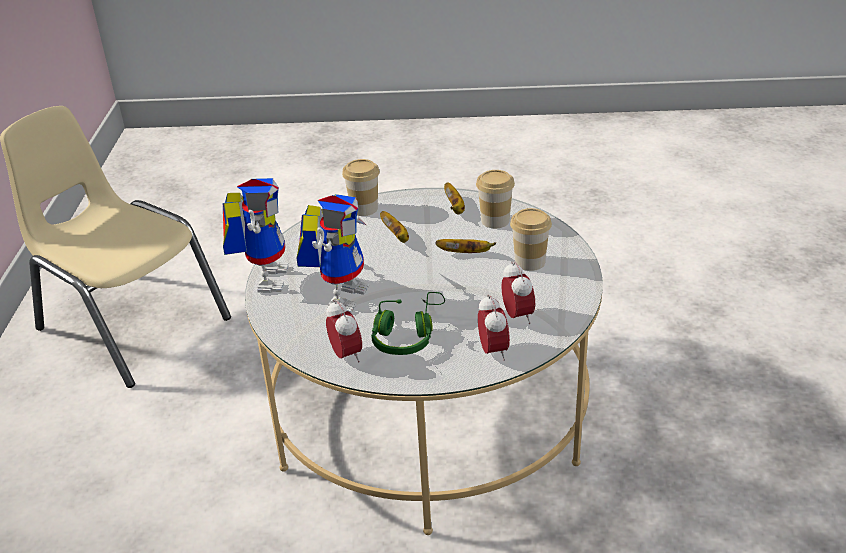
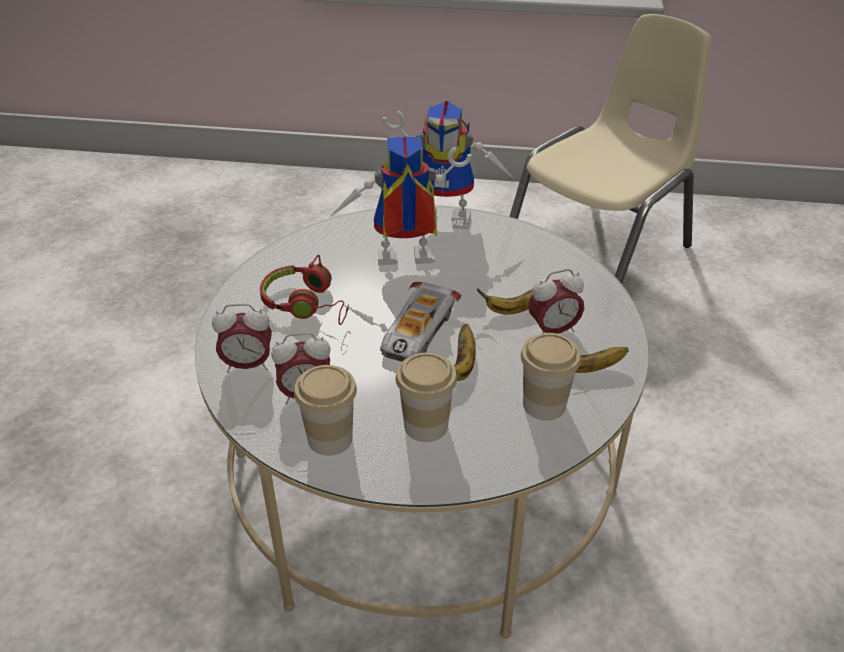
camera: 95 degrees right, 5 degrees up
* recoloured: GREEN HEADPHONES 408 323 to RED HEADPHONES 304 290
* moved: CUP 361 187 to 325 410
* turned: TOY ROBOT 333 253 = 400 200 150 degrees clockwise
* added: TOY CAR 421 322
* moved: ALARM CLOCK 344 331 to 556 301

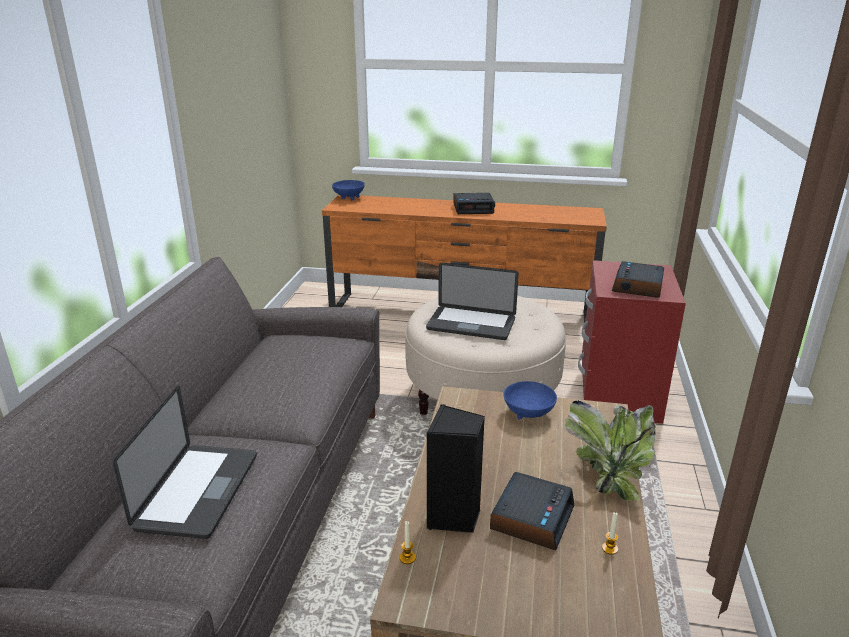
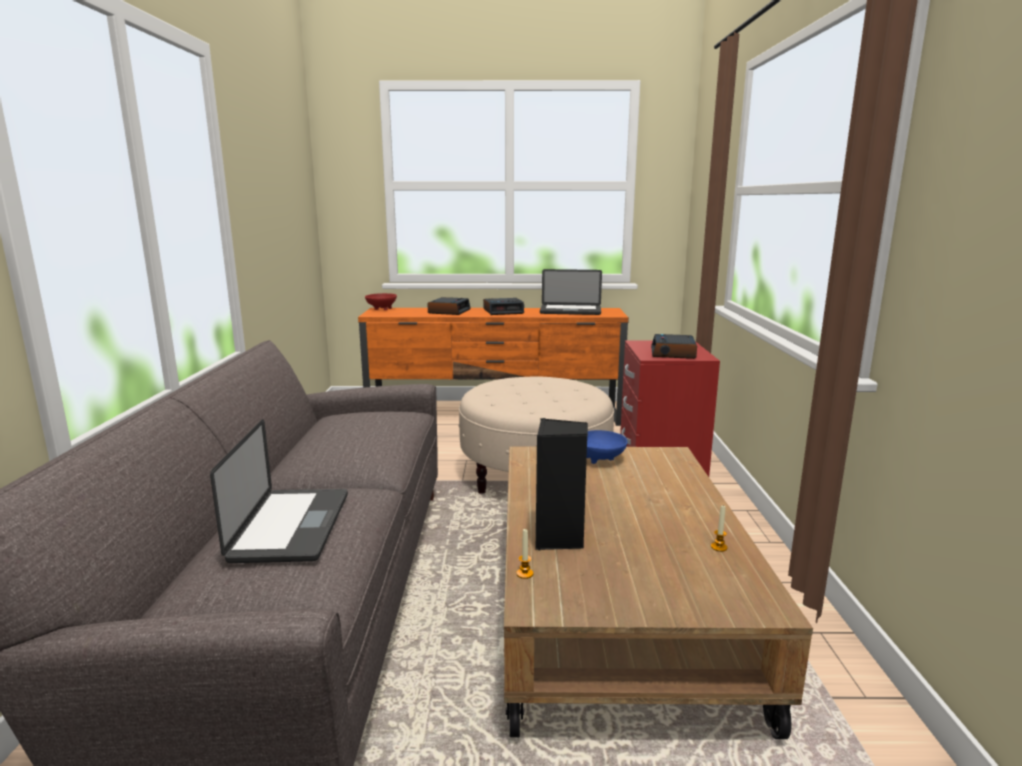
camera: 10 degrees left, 10 degrees down
* recoloured: BLUE BOWL 348 190 to RED BOWL 381 301
* moved: ALARM CLOCK 532 511 to 449 306
* moved: LAPTOP 472 301 to 571 292
* removed: POTTED PLANT 610 450

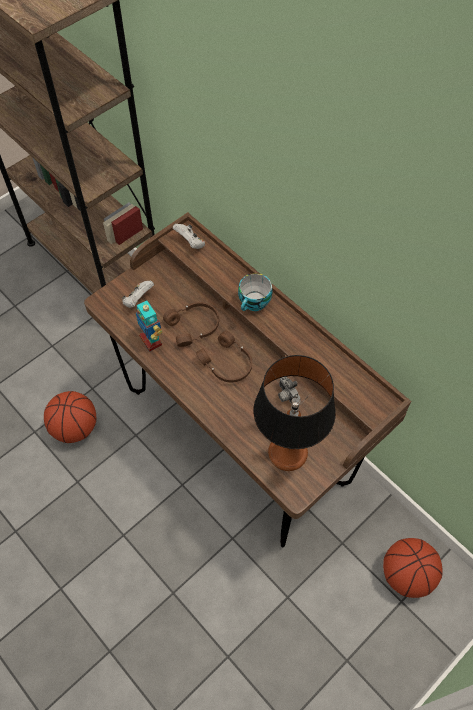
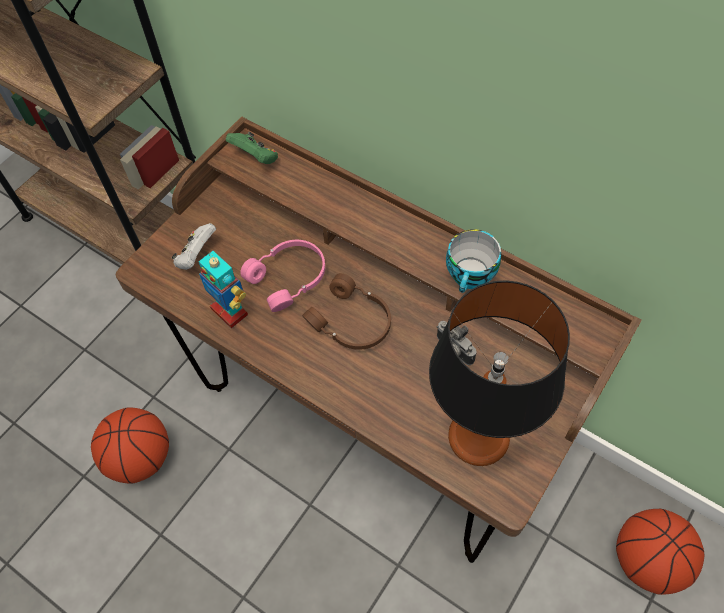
camera: 10 degrees left, 0 degrees up
* recoloured: WHITE GAME CONTROLLER 189 236 to GREEN GAME CONTROLLER 252 148
* recoloured: BROWN HEADPHONES 191 324 to PINK HEADPHONES 282 276
* moved: CUP 255 292 to 473 261

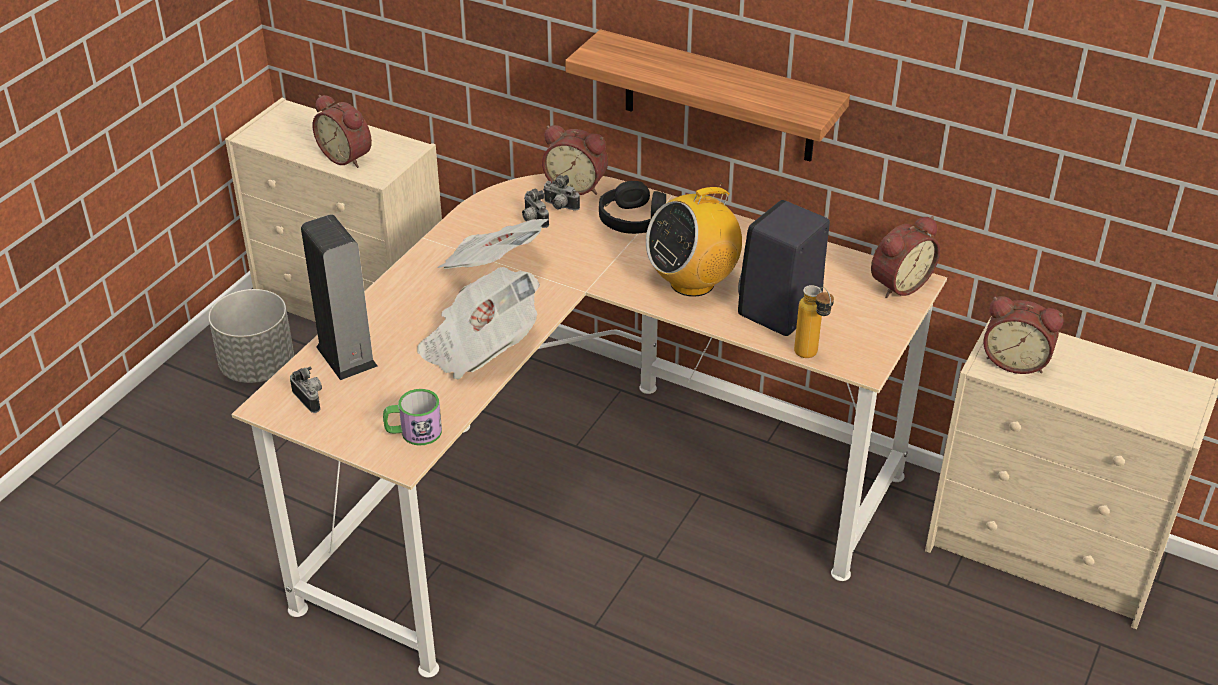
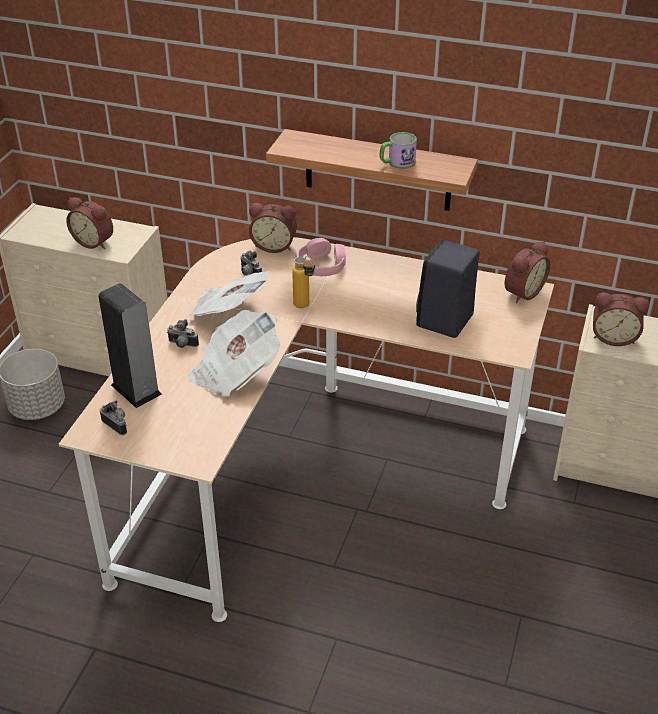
camera: 10 degrees left, 0 degrees up
* moved: PHOTO CAMERA 561 193 to 183 333
* moved: BOTTLE 814 321 to 303 282
* recoloured: BLACK HEADPHONES 632 207 to PINK HEADPHONES 321 257
* moved: MUG 412 417 to 398 150
* removed: RADIO 694 239

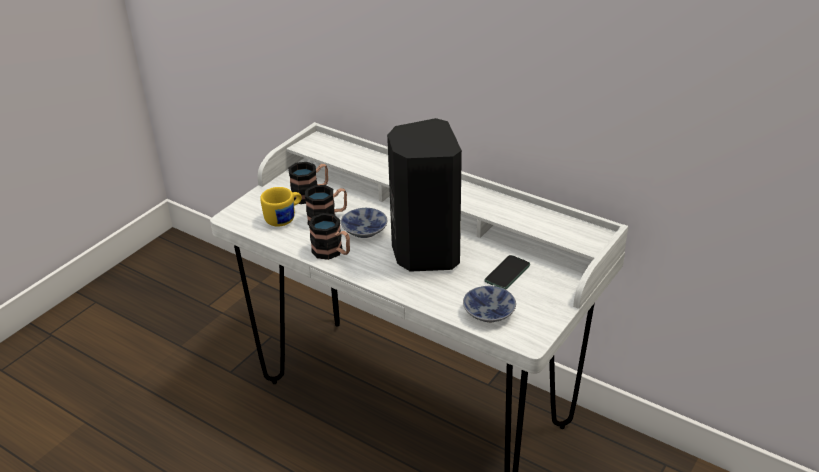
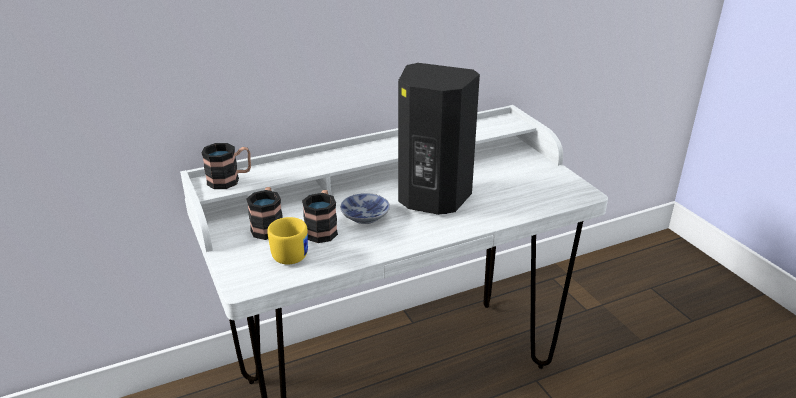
camera: 60 degrees left, 5 degrees down
* moved: MUG 329 236 to 226 166
* removed: BOWL 489 304
* removed: PHONE 507 272

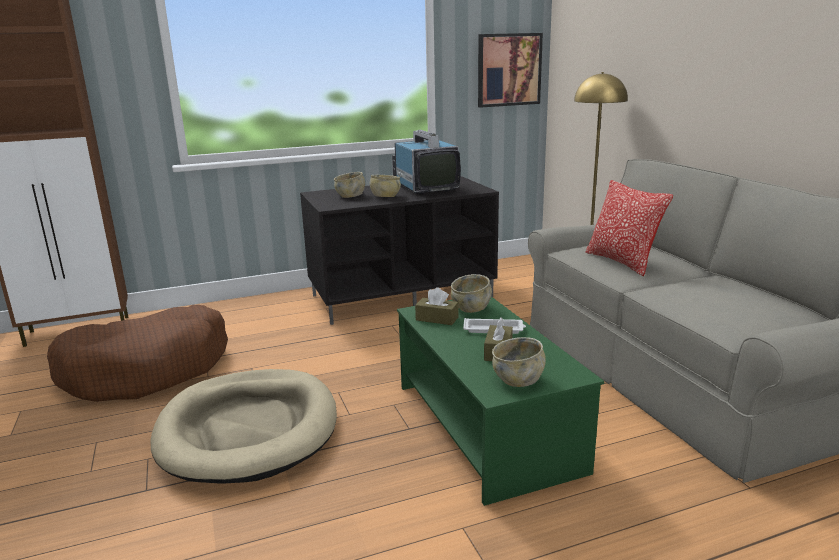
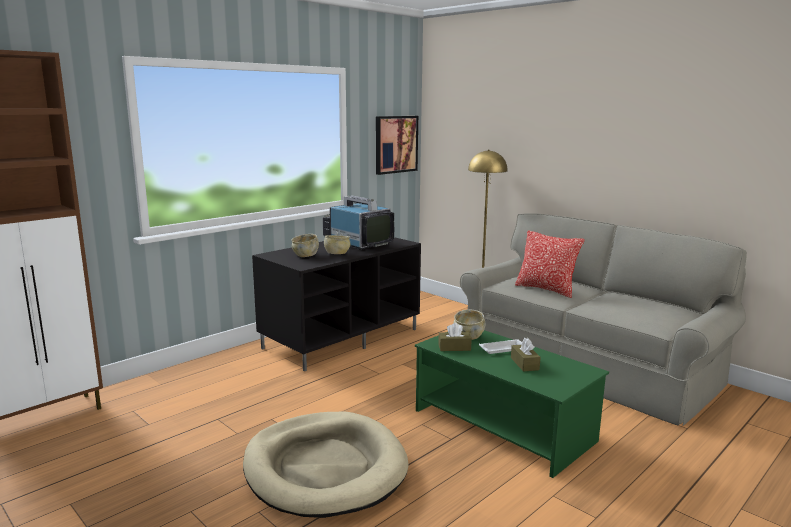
camera: 25 degrees left, 5 degrees down
* removed: BROWN DOG BED 137 353
* removed: BEIGE BOWL 519 362

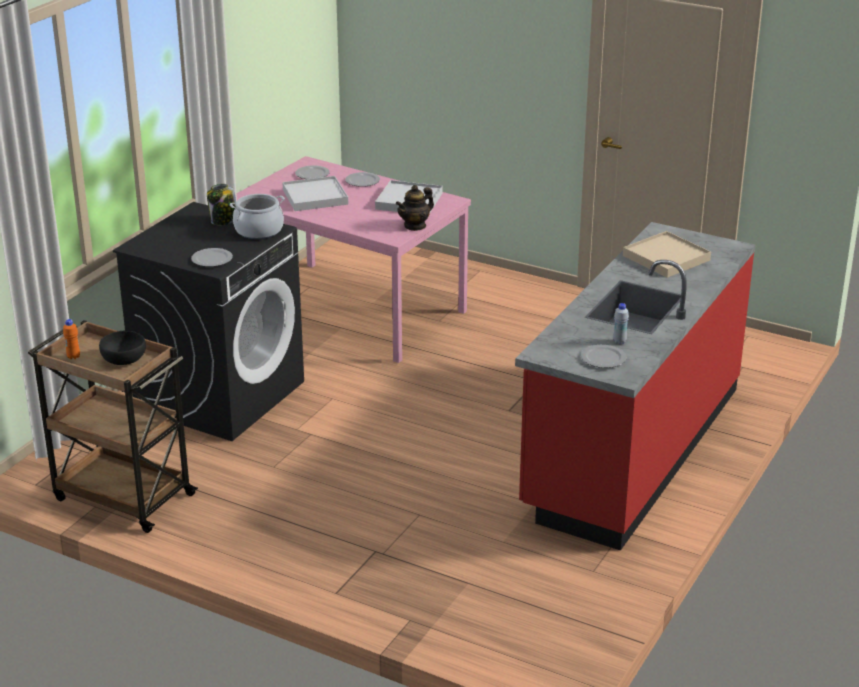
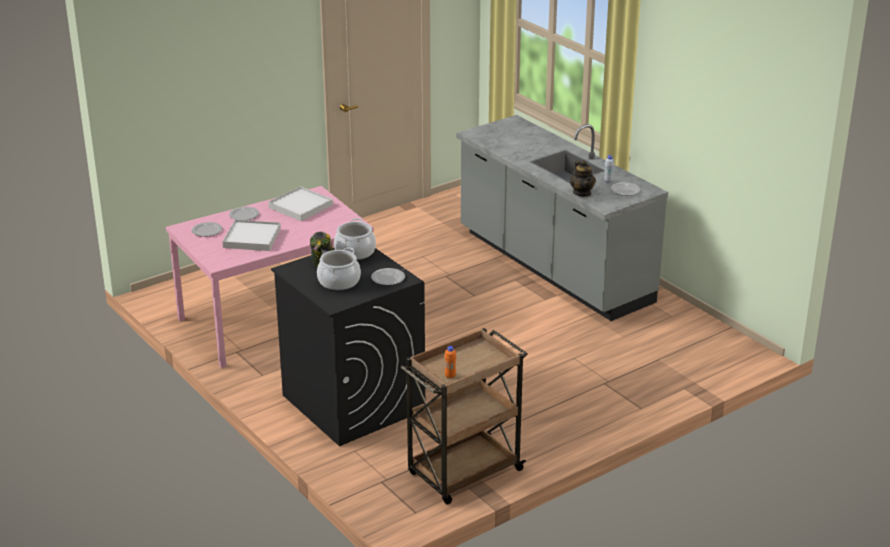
camera: 65 degrees left, 0 degrees up
* added: COOKING POT 339 269
* recoloured: RED COUNTER 635 386 to GREY COUNTER 562 218
* moved: TEAPOT 415 208 to 583 178
* removed: BLACK BOWL 122 348
* removed: BEIGE TRAY 667 254

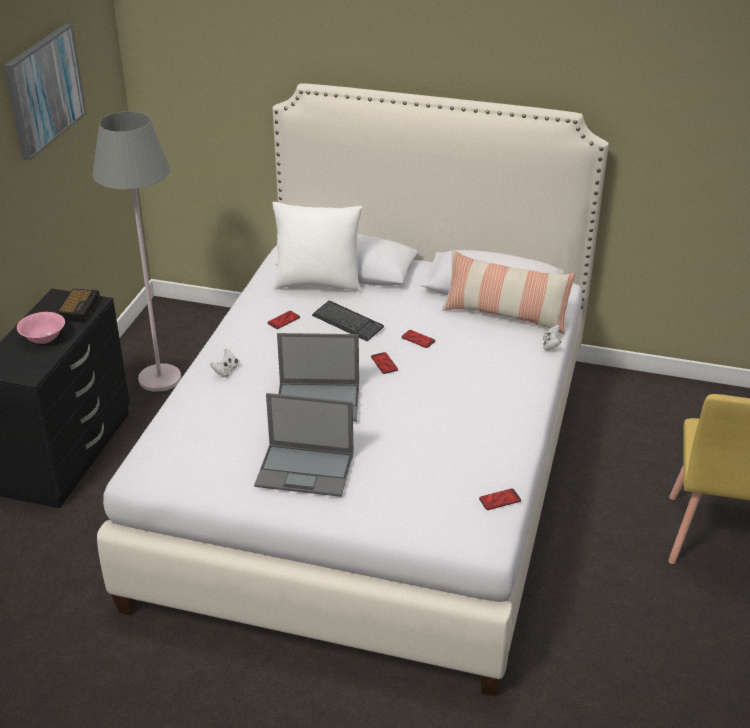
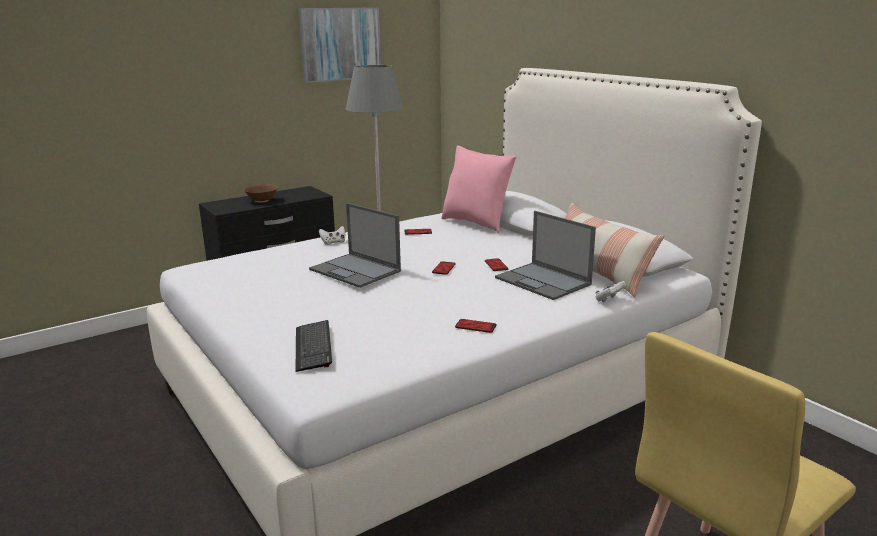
camera: 40 degrees right, 15 degrees down
* recoloured: PINK BOWL 41 328 to BROWN BOWL 261 193
* moved: KEYBOARD 348 321 to 313 346
* recoloured: WHITE PILLOW 317 247 to PINK PILLOW 479 189
* moved: PHONE 500 499 to 476 326
* moved: LAPTOP 304 445 to 545 255
* removed: ALARM CLOCK 78 306

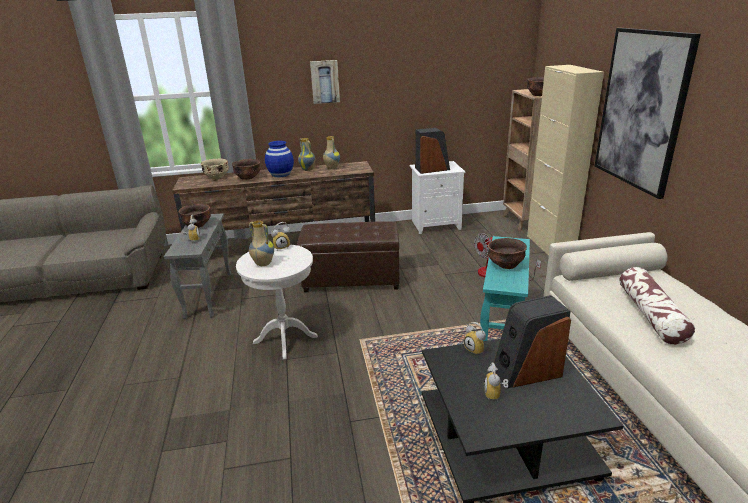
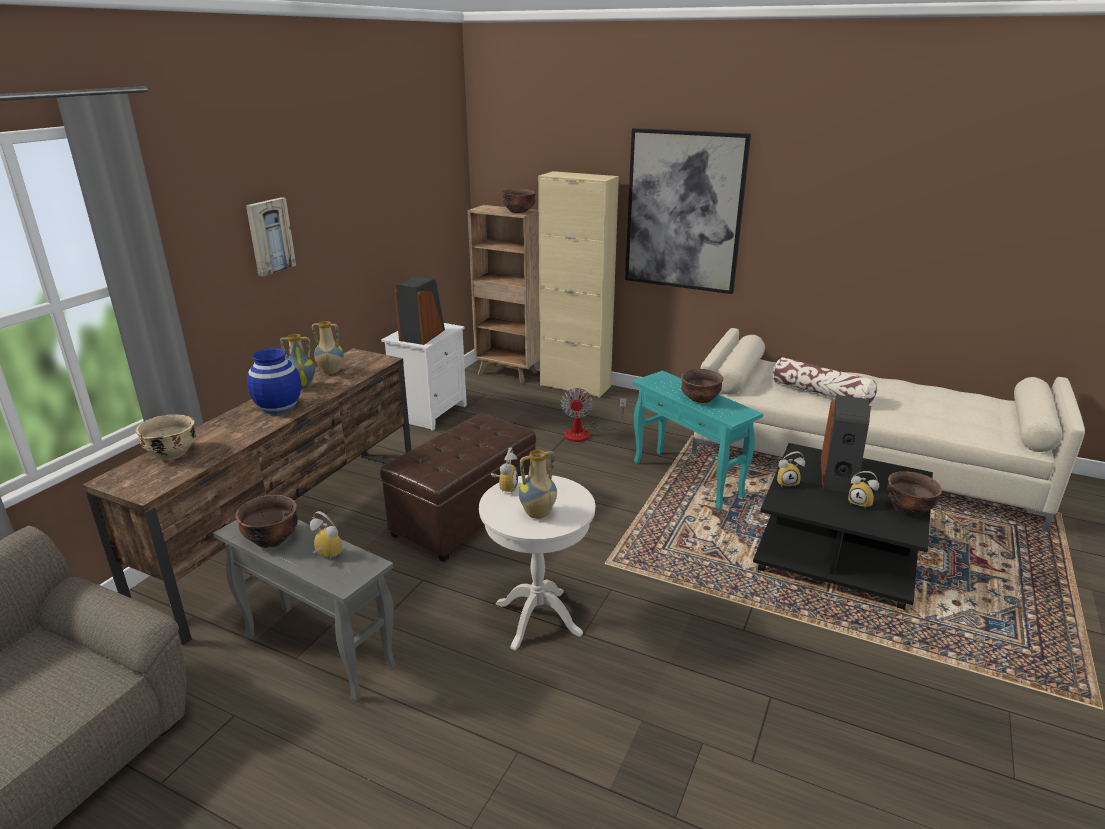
camera: 55 degrees left, 0 degrees up
* moved: BROWN BOWL 246 169 to 914 493

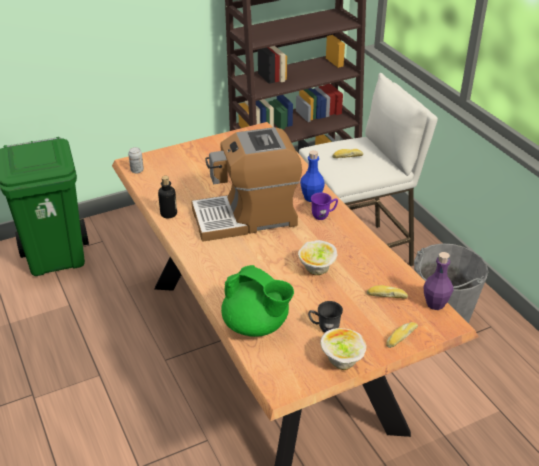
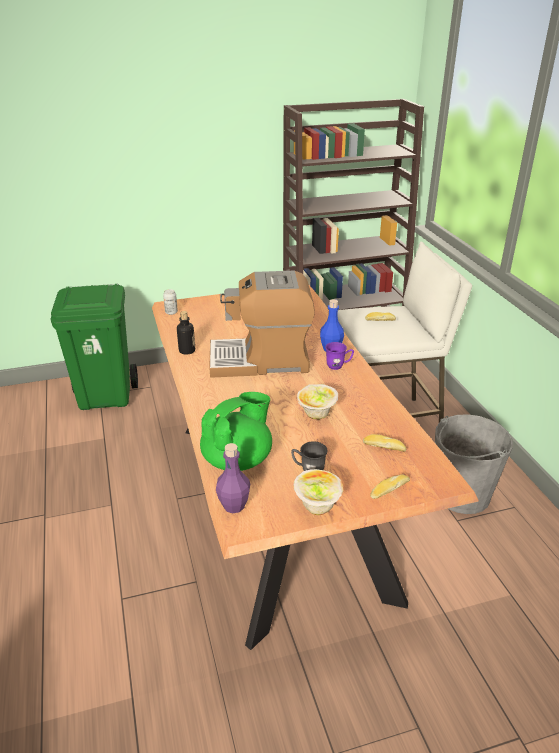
camera: 10 degrees right, 5 degrees down
* turned: GREEN TEAPOT 257 301 = 236 431 90 degrees counterclockwise
* moved: PURPLE BOTTLE 438 281 to 233 478

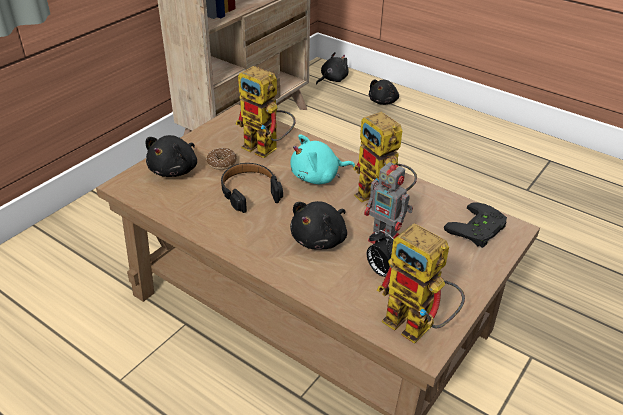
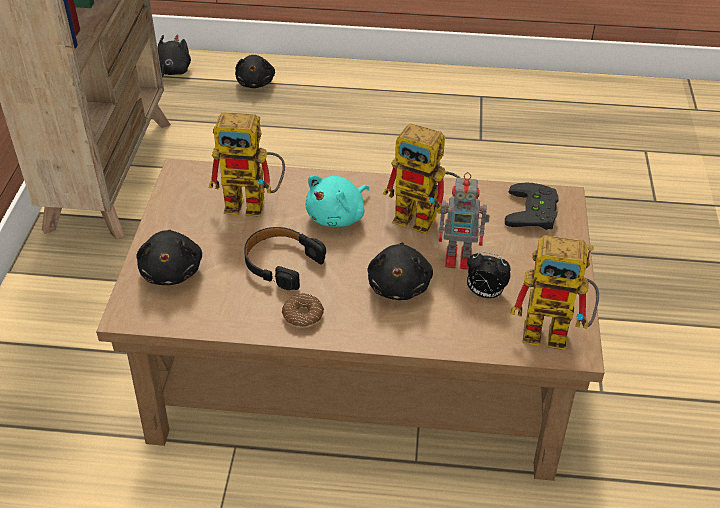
camera: 30 degrees left, 5 degrees up
* moved: DONUT 221 159 to 303 310

